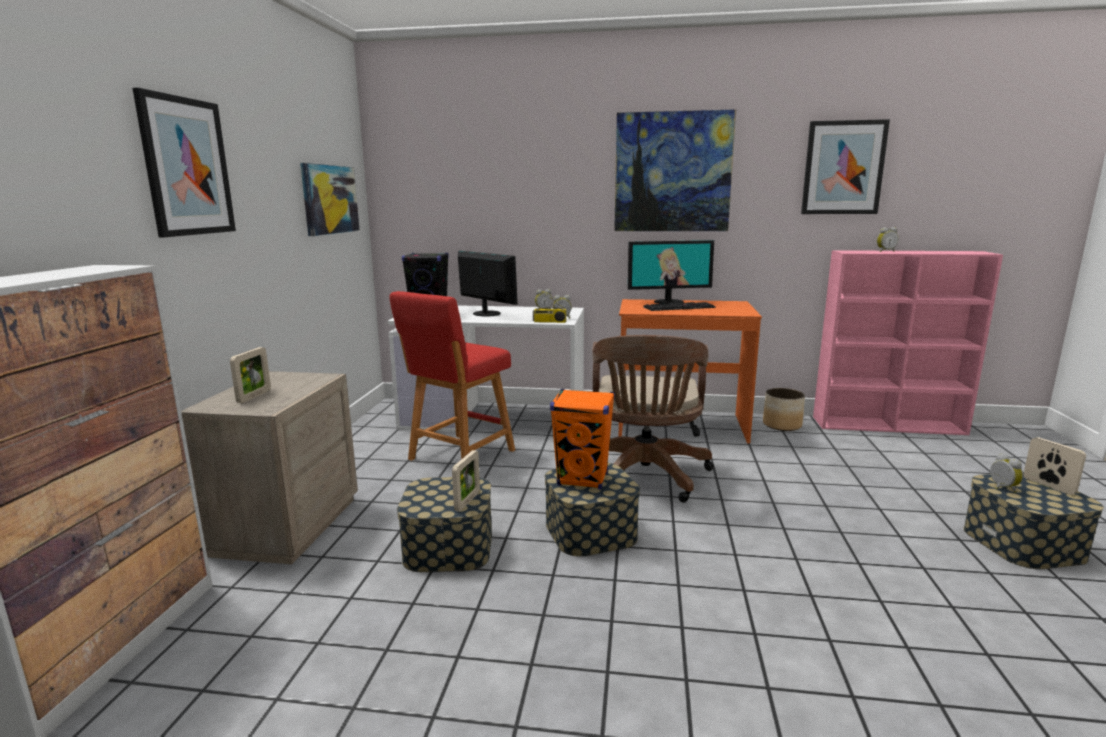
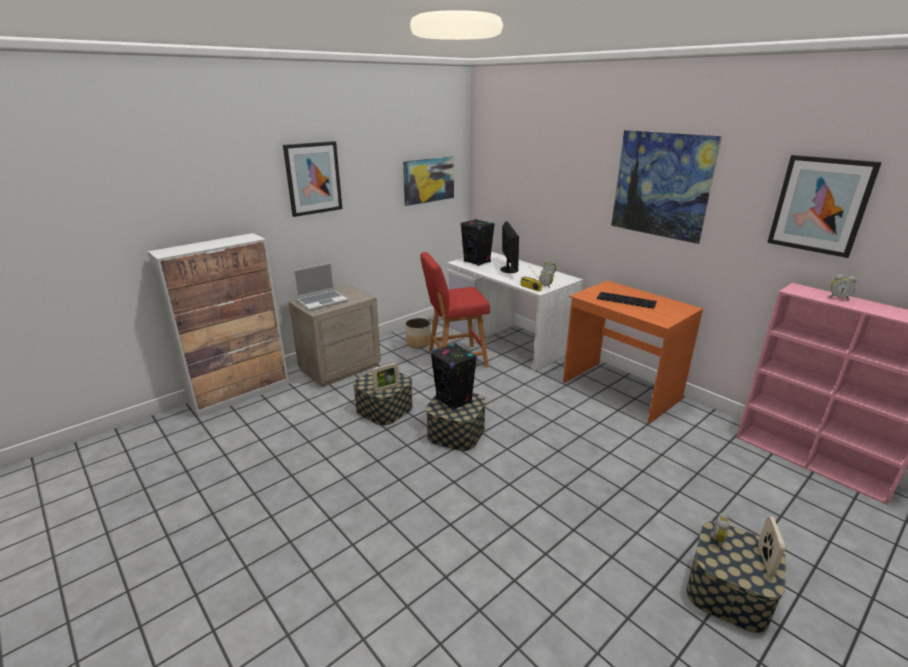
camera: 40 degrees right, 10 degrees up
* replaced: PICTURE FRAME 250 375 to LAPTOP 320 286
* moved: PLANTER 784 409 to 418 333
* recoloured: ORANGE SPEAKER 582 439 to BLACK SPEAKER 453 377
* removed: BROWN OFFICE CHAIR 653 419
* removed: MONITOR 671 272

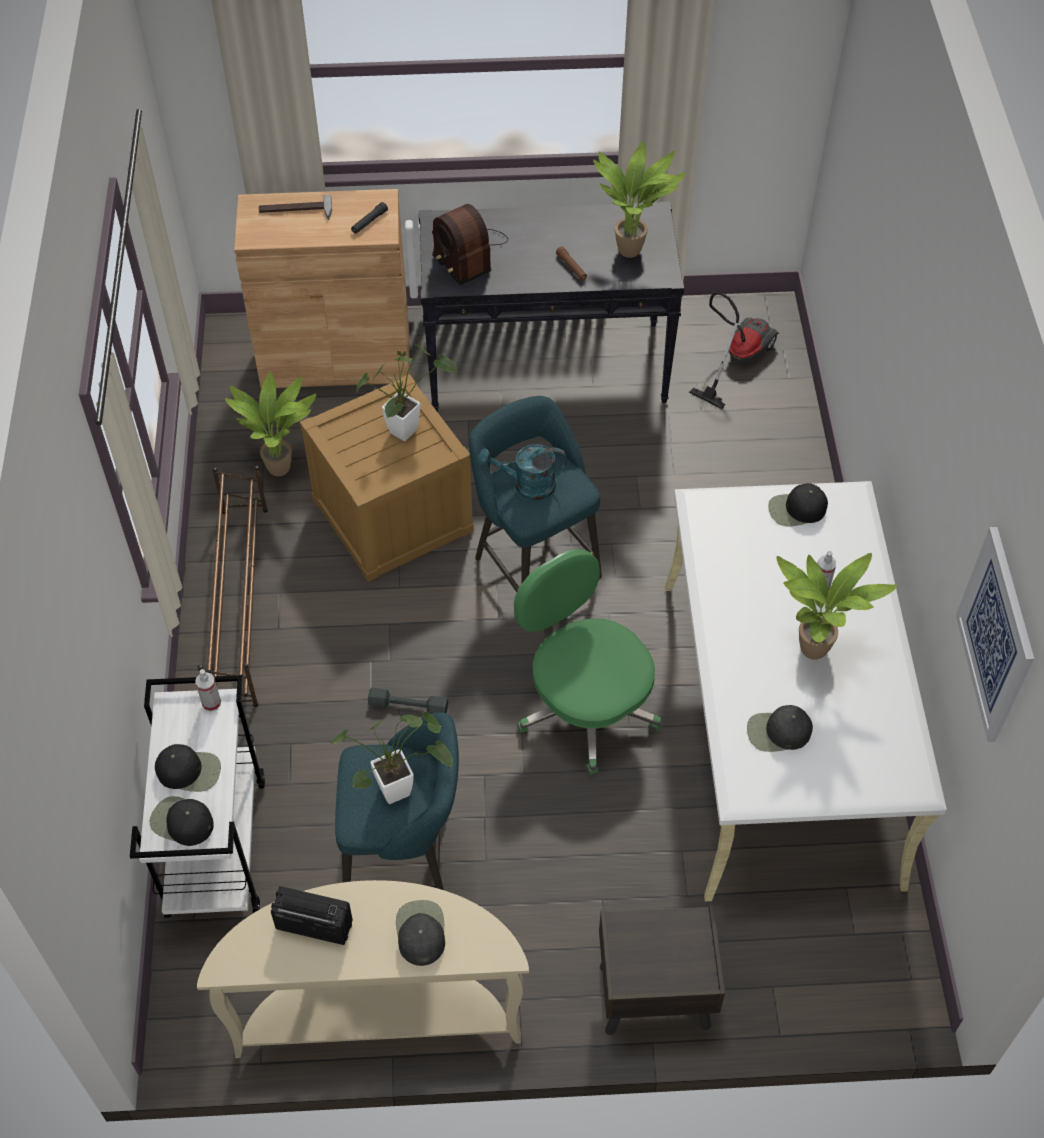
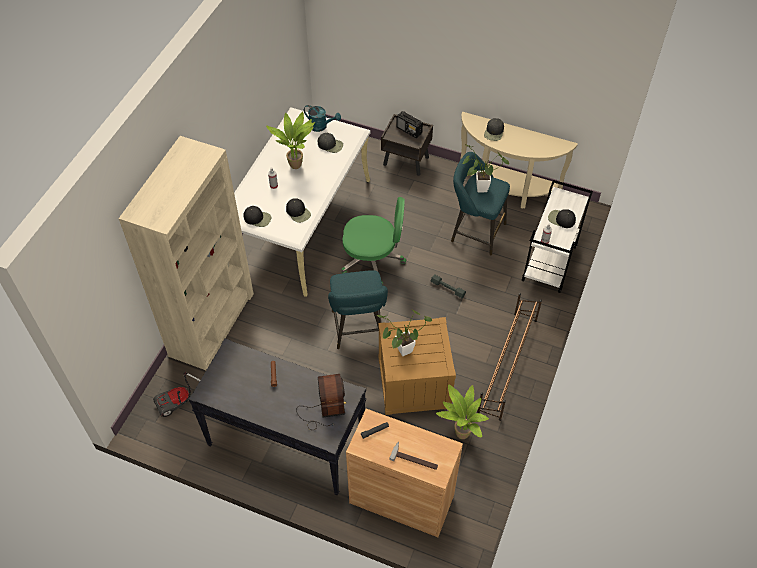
camera: 155 degrees left, 0 degrees up
* added: BEIGE BOOKCASE 186 253
* moved: BLACK CAP 182 821 to 298 210
* moved: TURQUOISE WATERING CAN 522 472 to 322 118
* turned: GREEN OFFICE CHAIR 587 662 = 373 241 75 degrees counterclockwise
* moved: RADIO 312 915 to 409 124
* removed: POTTED PLANT 639 199
* removed: PICTURE 995 634

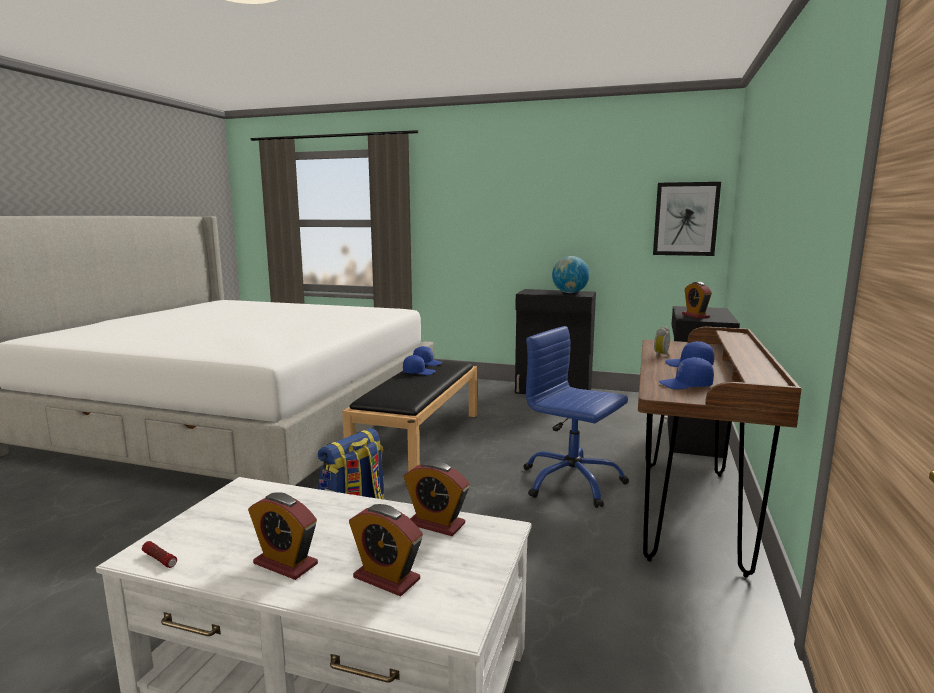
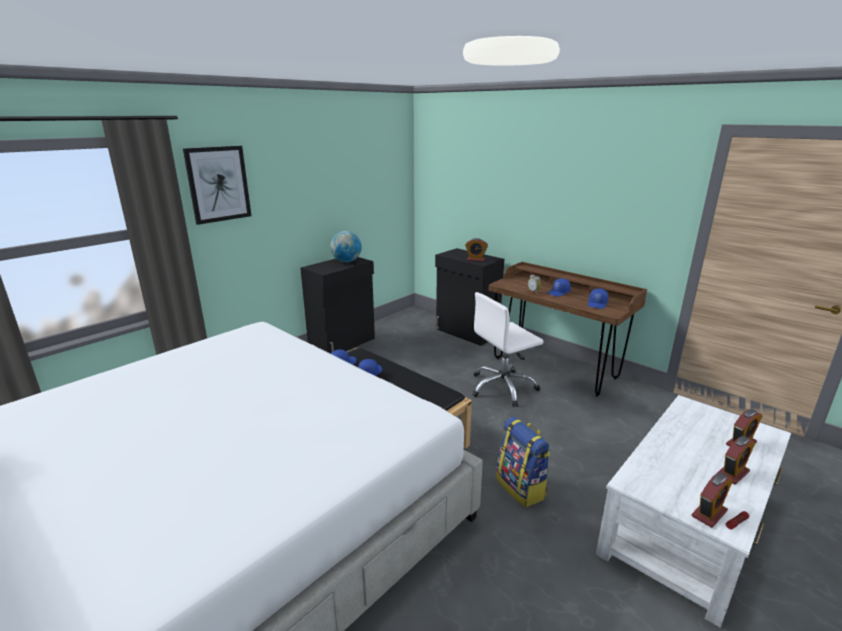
camera: 65 degrees left, 10 degrees up
* moved: PICTURE 687 219 to 217 185
* recoloured: BLUE OFFICE CHAIR 576 417 to WHITE OFFICE CHAIR 508 349
* moved: ALARM CLOCK 436 498 to 712 500

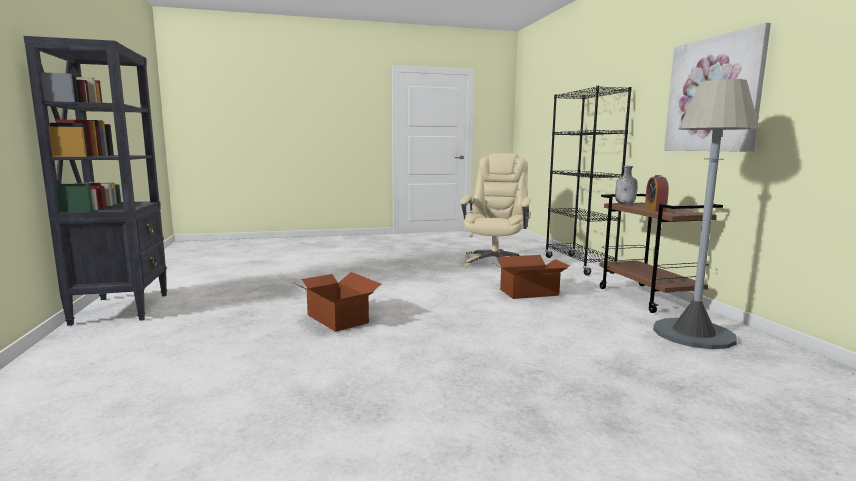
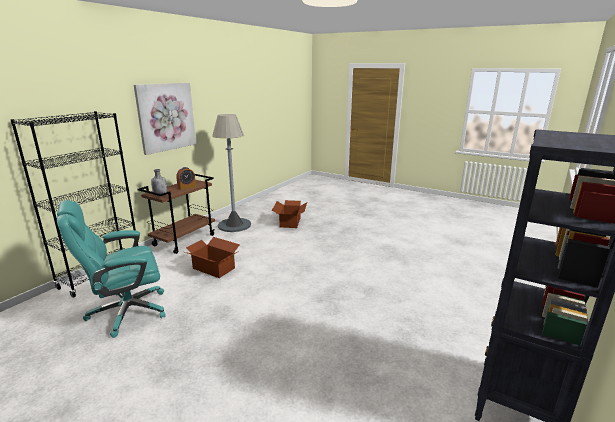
camera: 135 degrees left, 10 degrees up
* recoloured: BEIGE OFFICE CHAIR 495 211 to TURQUOISE OFFICE CHAIR 111 269
* moved: CARDBOARD BOX 336 302 to 289 214

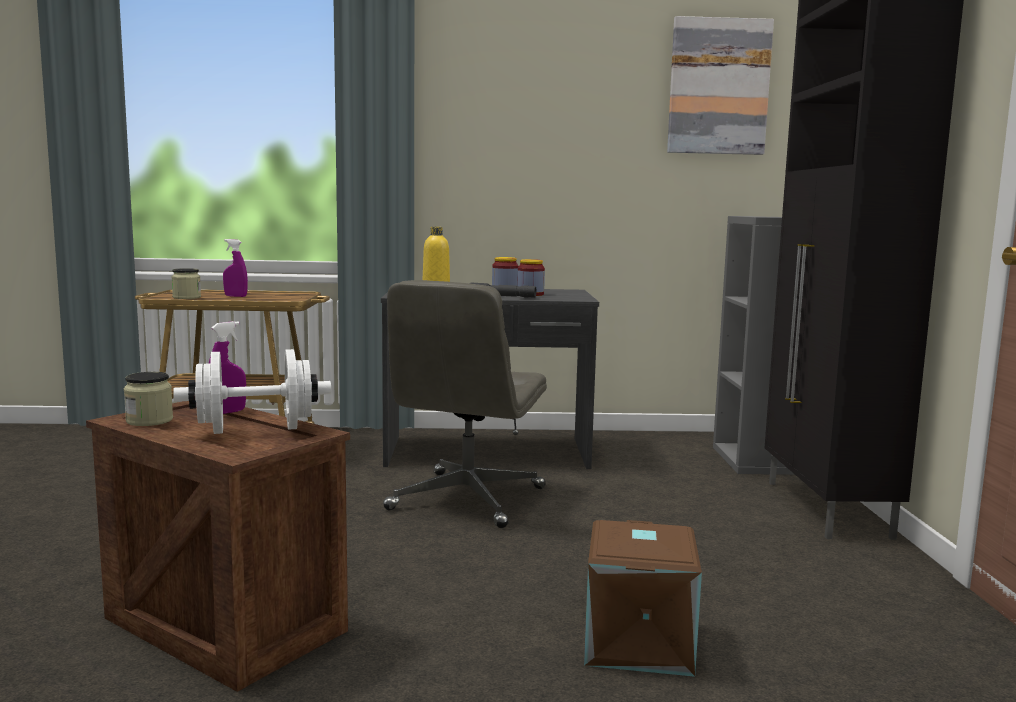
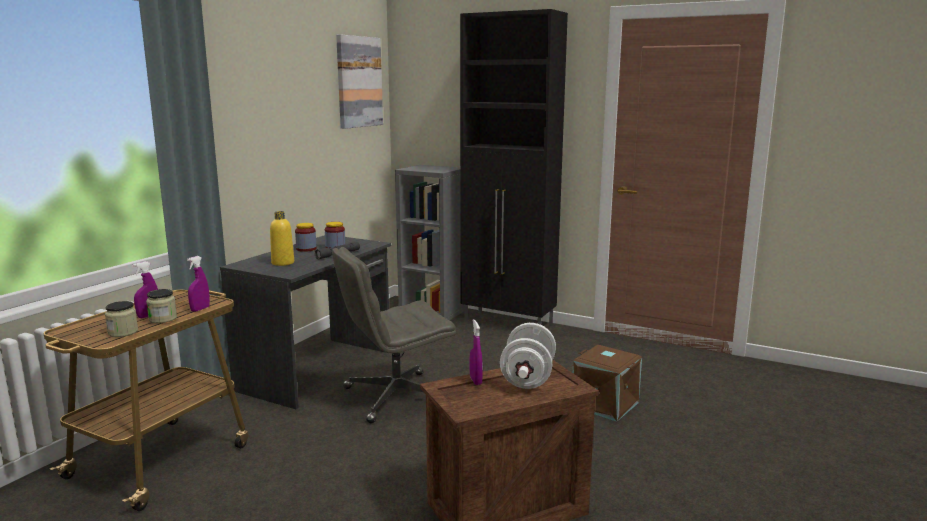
camera: 60 degrees left, 5 degrees up
* moved: JAR 148 399 to 161 306
* added: PURPLE SPRAY BOTTLE 198 284
* turned: GREY OFFICE CHAIR 465 404 = 394 335 105 degrees clockwise

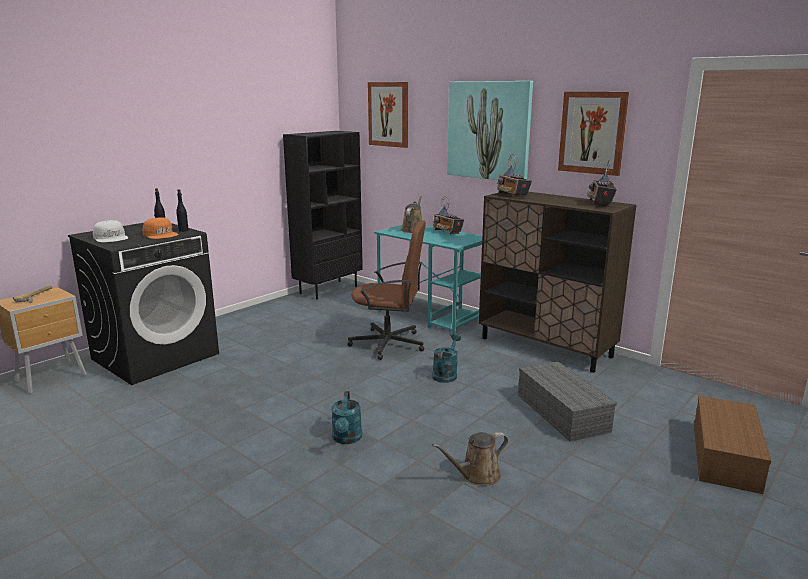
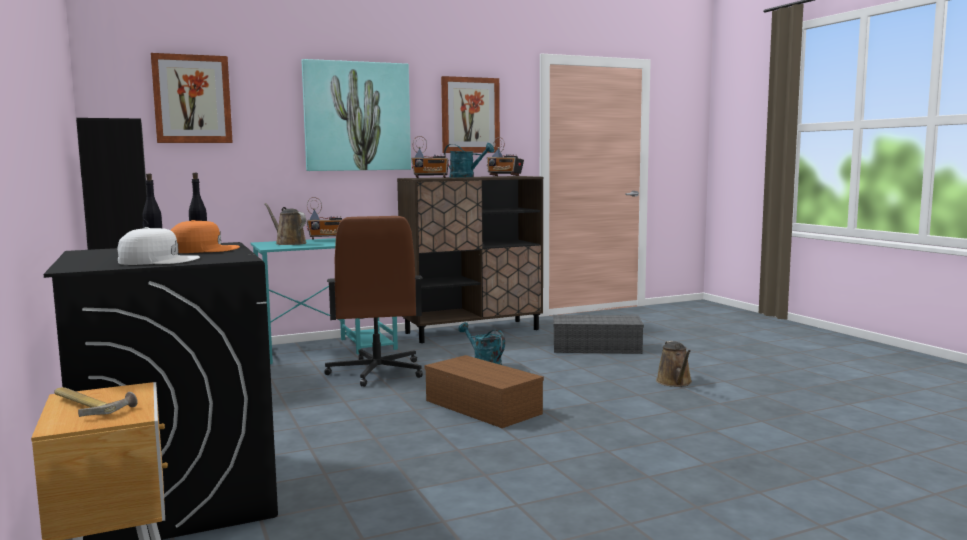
camera: 65 degrees left, 10 degrees down
* turned: BROWN OFFICE CHAIR 386 290 = 373 301 135 degrees clockwise
* moved: BROWN STORAGE BOX 732 445 to 484 391
* moved: TURQUOISE WATERING CAN 346 417 to 469 160

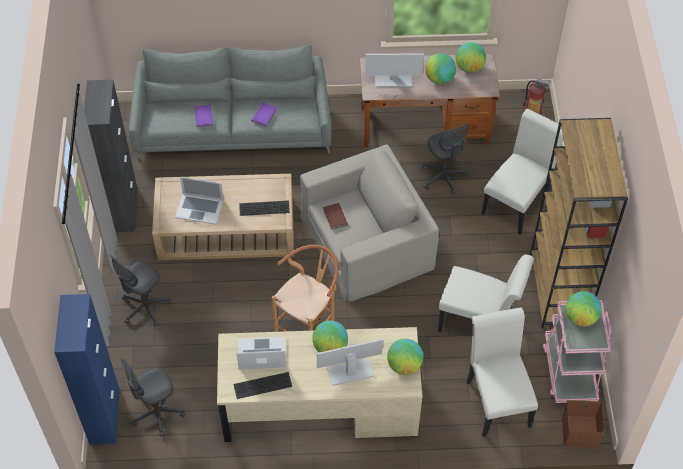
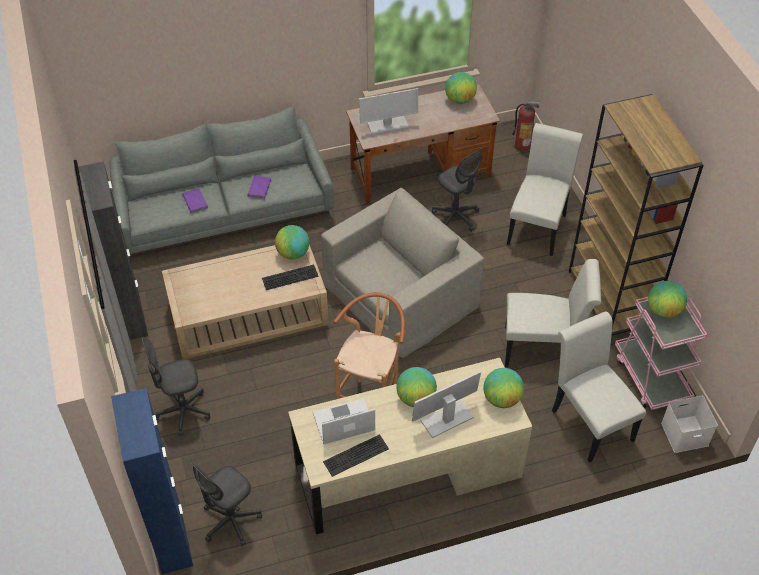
camera: 15 degrees left, 5 degrees down
* turned: GREY OFFICE CHAIR 140 290 = 176 386 45 degrees clockwise
* moved: GLOBE 440 68 to 292 242
* recoloured: BROWN STORAGE BOX 583 424 to WHITE STORAGE BOX 689 424
* removed: LAPTOP 199 200
* removed: BROWN BOOK 335 216

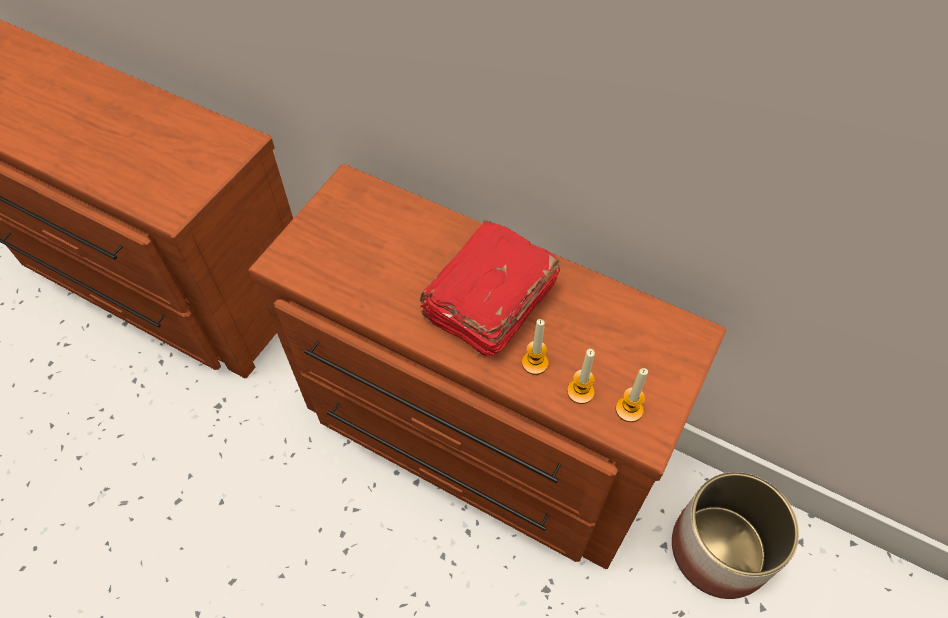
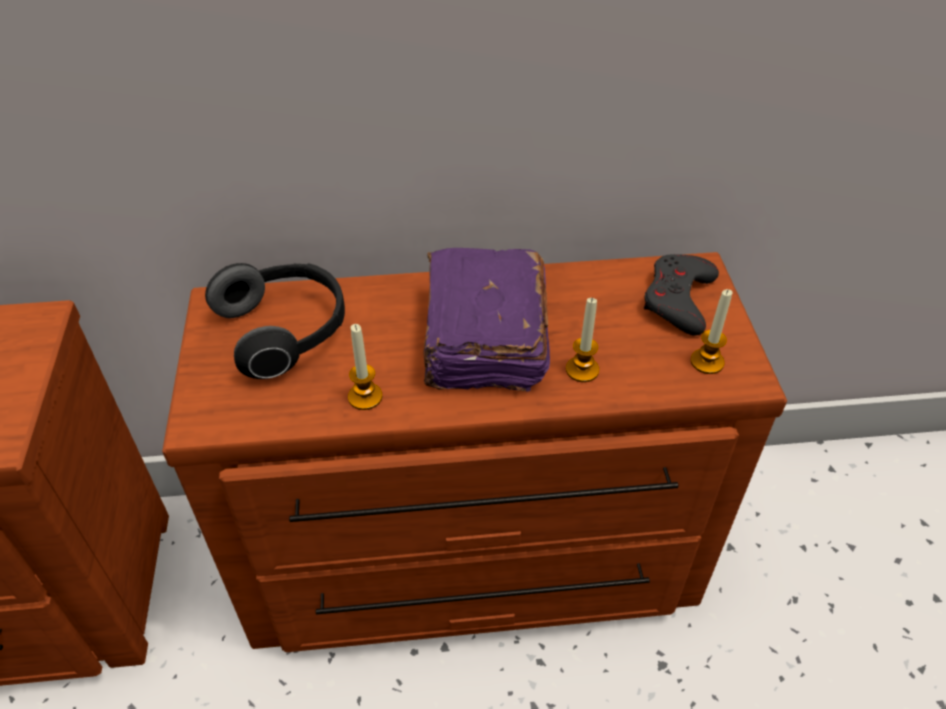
camera: 35 degrees left, 10 degrees down
* added: HEADPHONES 275 321
* moved: CANDLE 581 376 to 365 367
* recoloured: RED BOOK 490 288 to PURPLE BOOK 487 320
* added: GREY GAME CONTROLLER 681 295
* removed: PLANTER 735 535

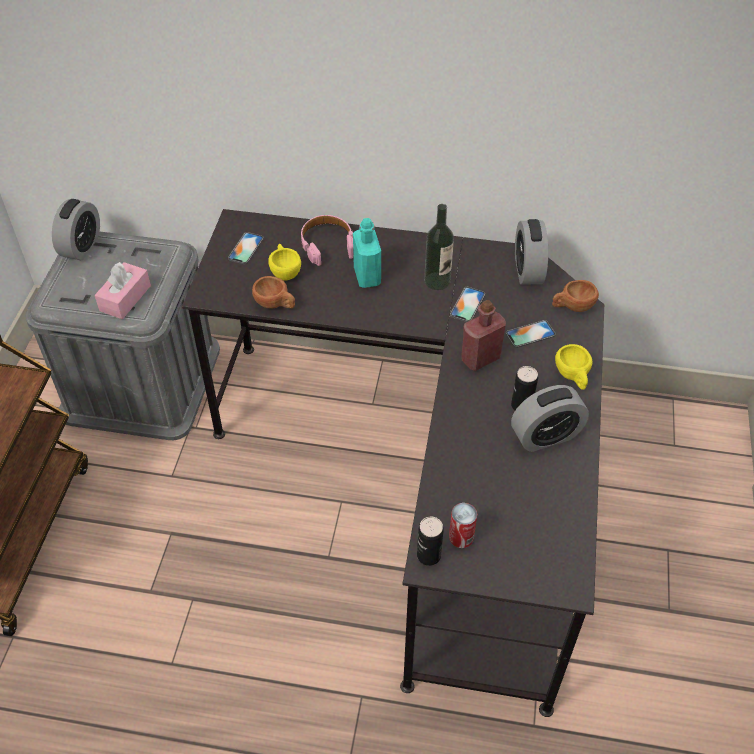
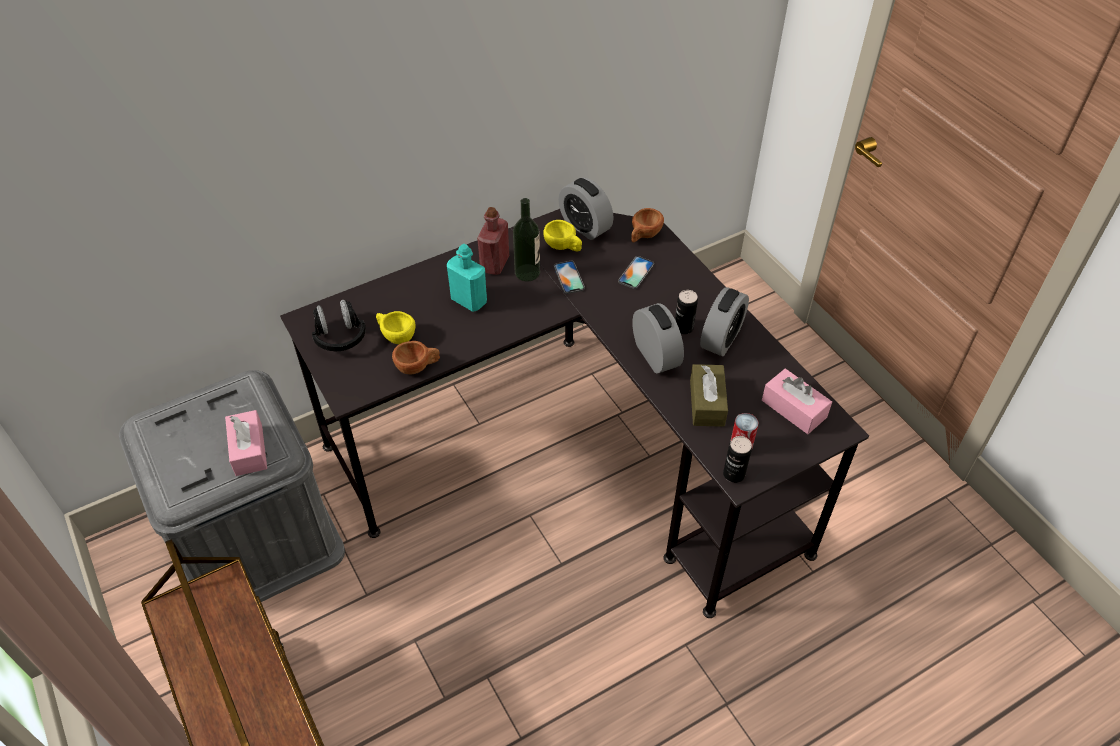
camera: 40 degrees left, 0 degrees up
* replaced: PHONE 246 248 to BLACK HEADPHONES 339 325
* moved: RED BOTTLE 483 335 to 493 241
* moved: YELLOW CUP 574 367 to 562 236
* moved: ALARM CLOCK 76 229 to 658 338
* added: BROWN TISSUE BOX 709 395
* added: PINK TISSUE BOX 797 401
* removed: PINK HEADPHONES 327 240

